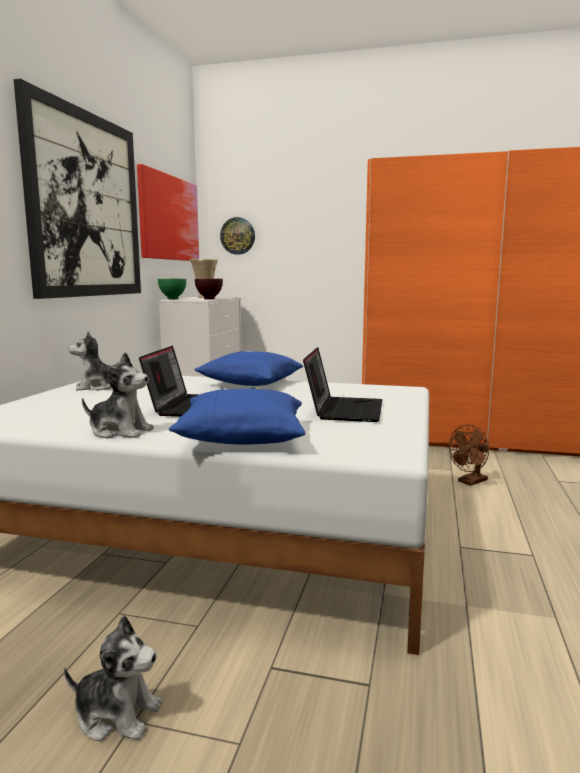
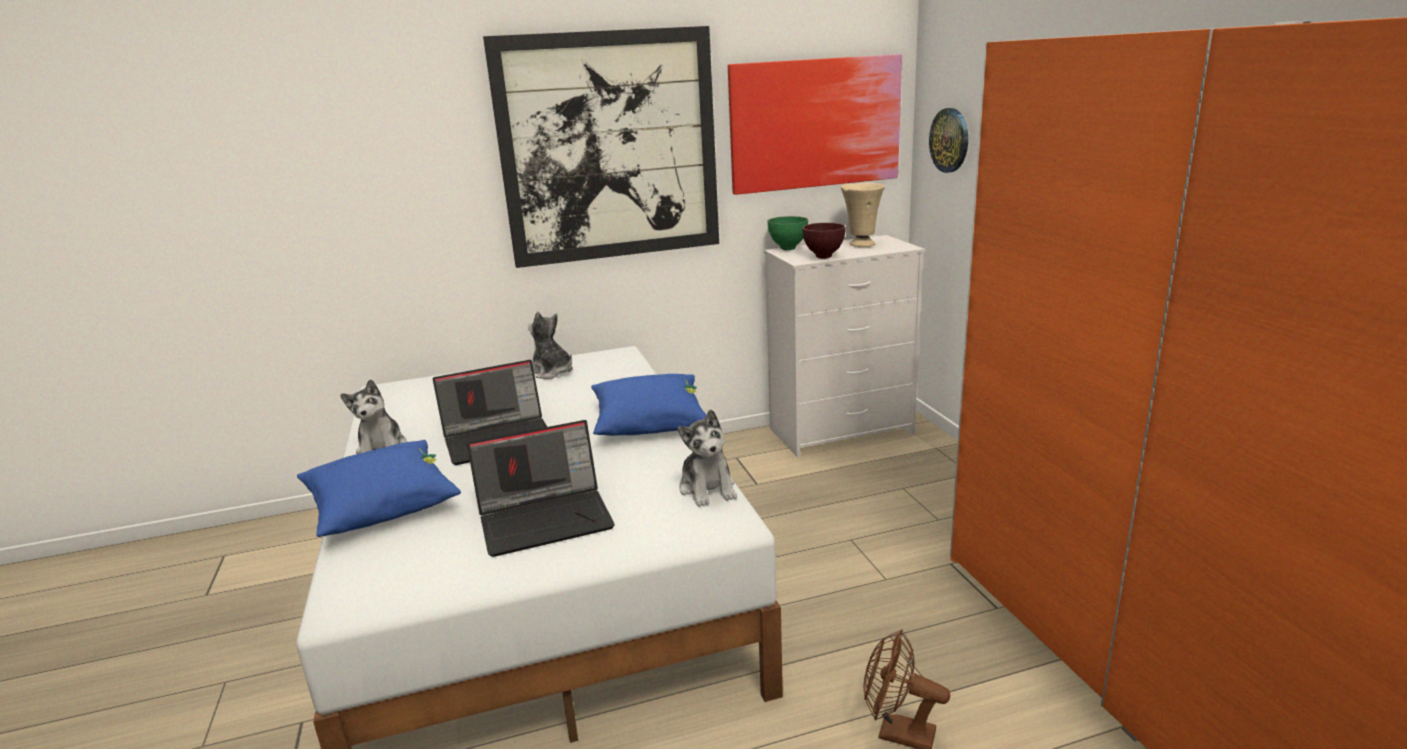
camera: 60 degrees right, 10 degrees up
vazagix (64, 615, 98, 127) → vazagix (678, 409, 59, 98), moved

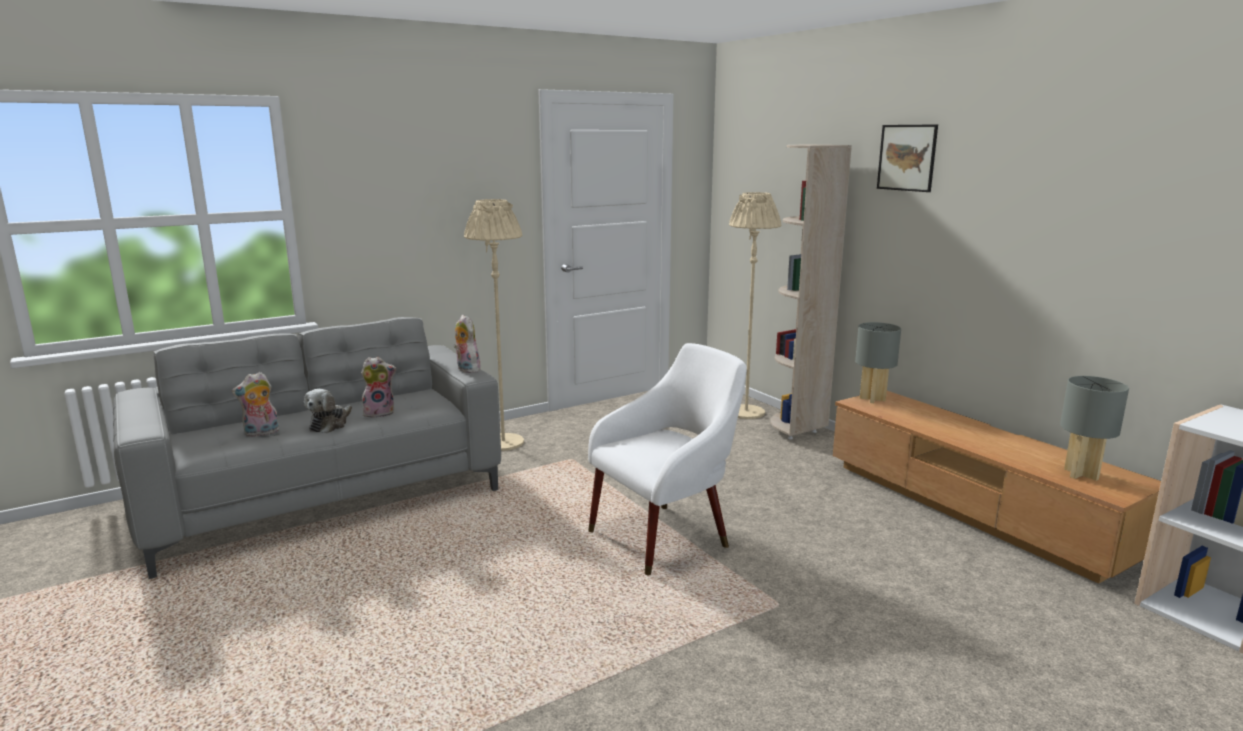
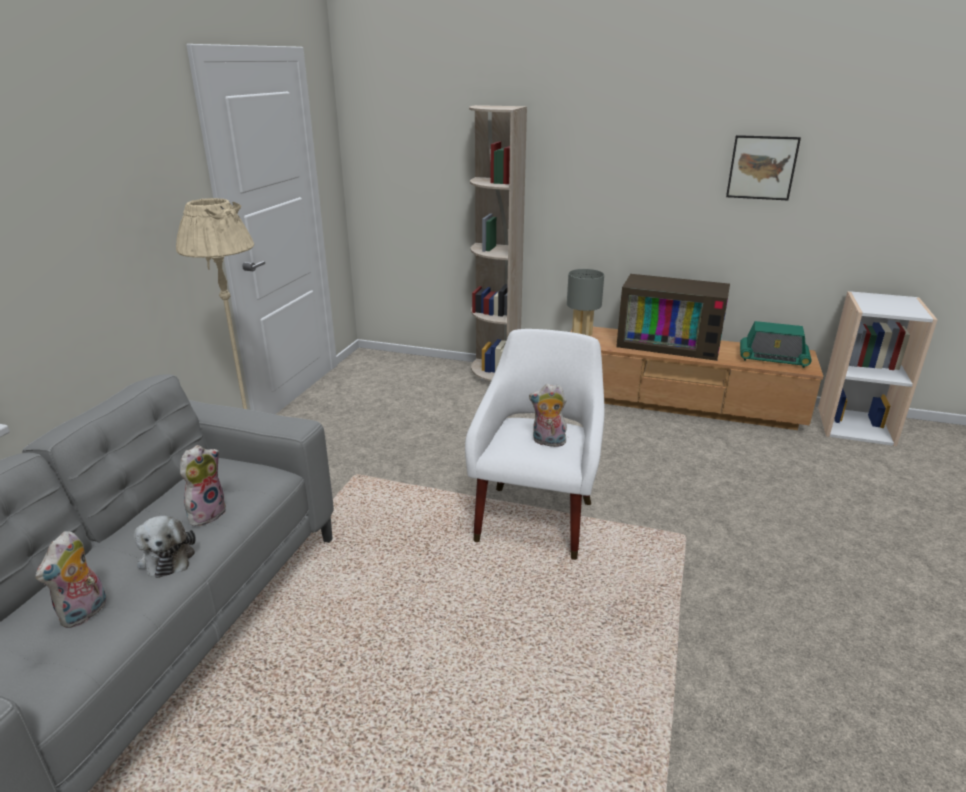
camera: 40 degrees left, 10 degrees up
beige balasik (729, 192, 52, 227) → -
- → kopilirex (616, 274, 114, 87)
vazagix (454, 315, 26, 58) → vazagix (529, 384, 38, 63), moved
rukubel (877, 124, 61, 68) → rukubel (726, 135, 75, 65), moved
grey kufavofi (1060, 376, 69, 105) → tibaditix (740, 321, 72, 47)

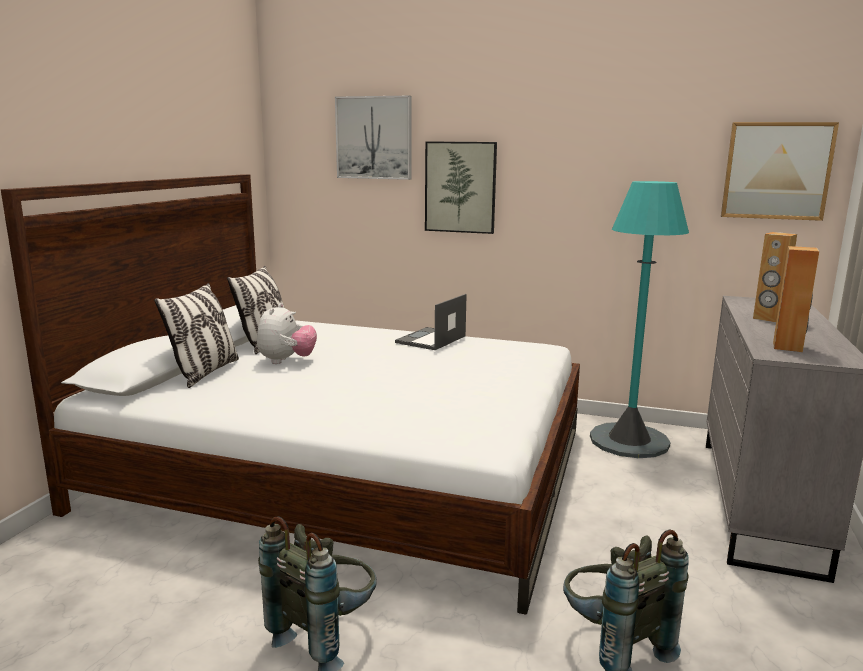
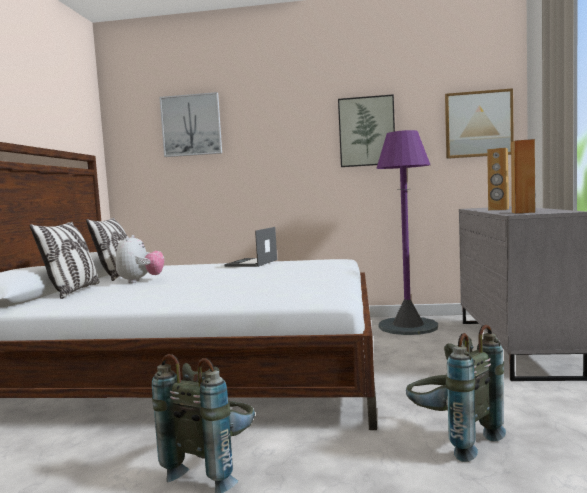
camera: 10 degrees left, 10 degrees down
rukubel (425, 141, 72, 93) → rukubel (338, 94, 57, 73), moved
turquoise balasik (590, 181, 99, 277) → purple balasik (376, 130, 62, 205)

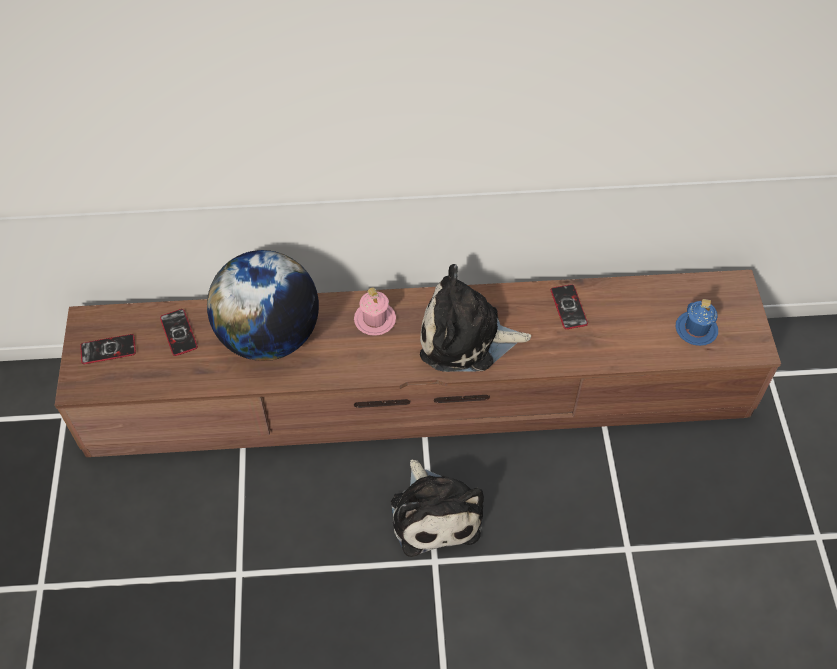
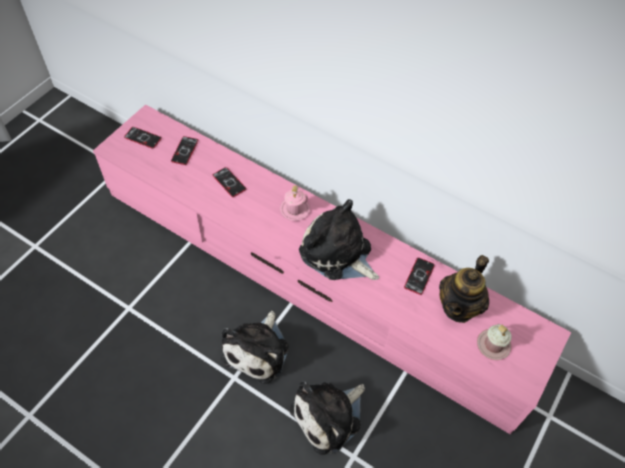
camera: 35 degrees right, 0 degrees up
- → vazagix (289, 381, 76, 74)
- → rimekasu (439, 255, 50, 68)
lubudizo (207, 250, 112, 111) → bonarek (213, 167, 33, 30)
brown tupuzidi (54, 270, 727, 187) → pink tupuzidi (93, 105, 478, 329)
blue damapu (676, 299, 42, 47) → pink damapu (477, 324, 35, 36)

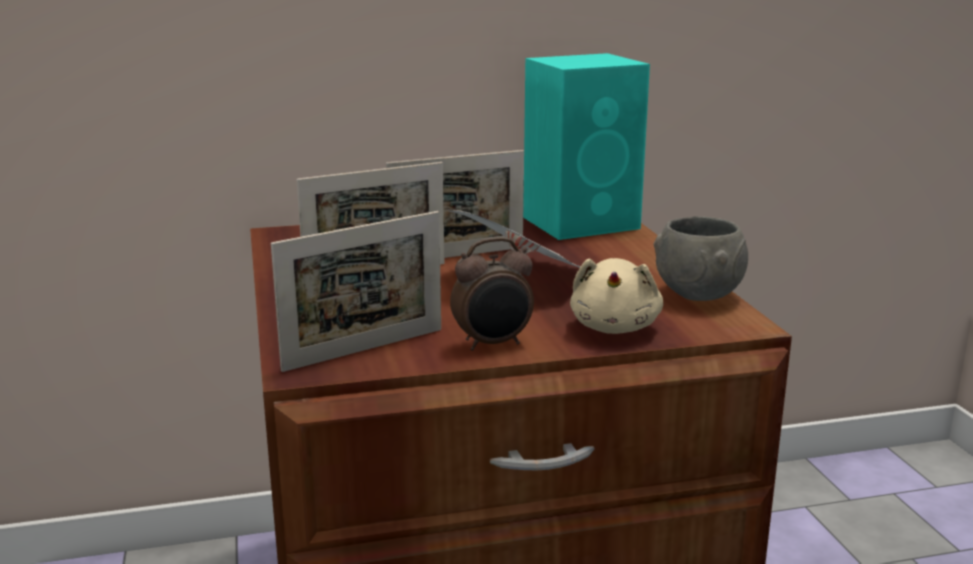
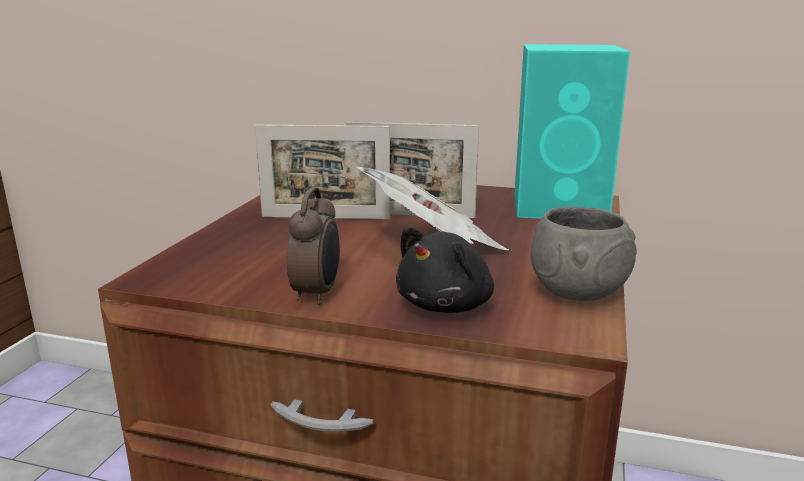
camera: 30 degrees right, 0 degrees up
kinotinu (271, 211, 170, 161) → -
beige vazagix (570, 258, 93, 76) → black vazagix (396, 227, 98, 86)
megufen (450, 237, 84, 114) → megufen (287, 188, 53, 117), 90 degrees counterclockwise

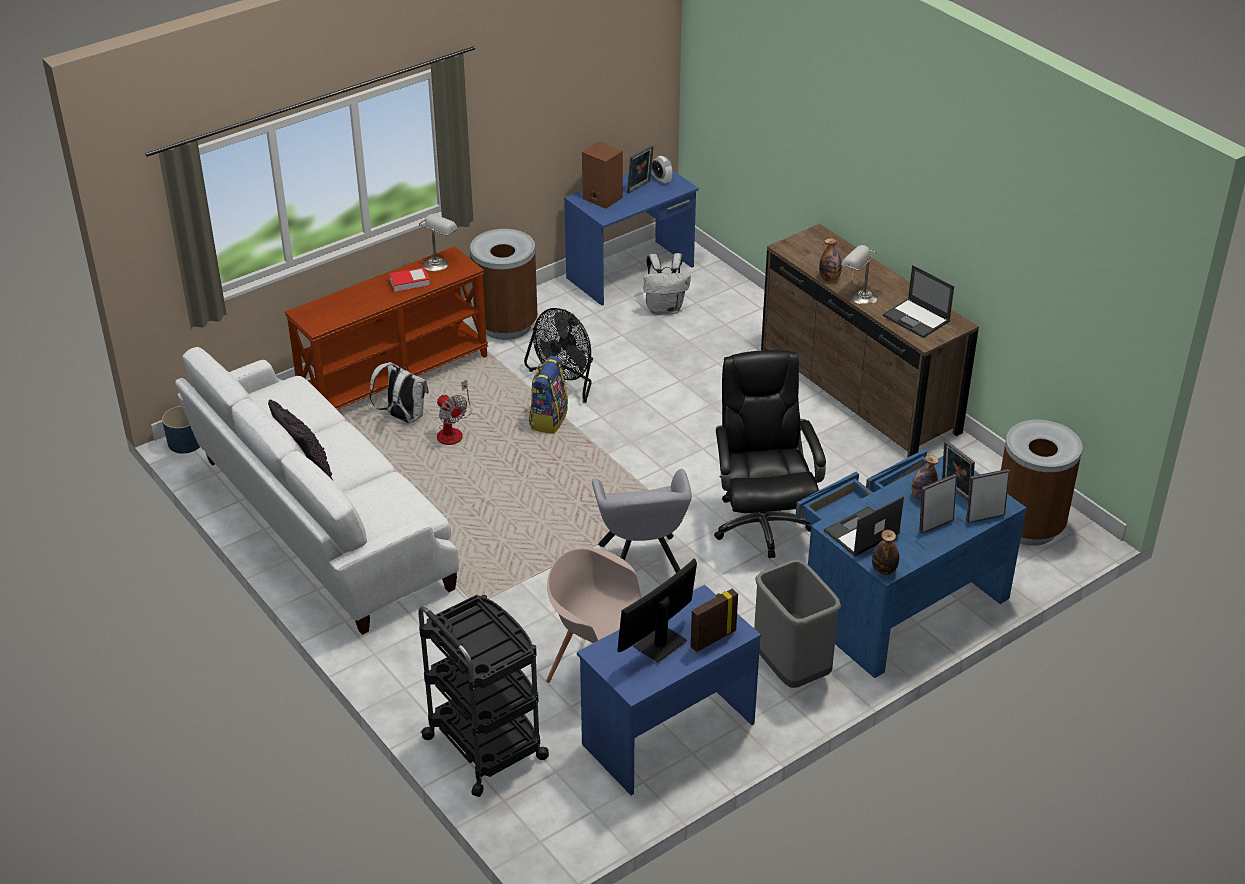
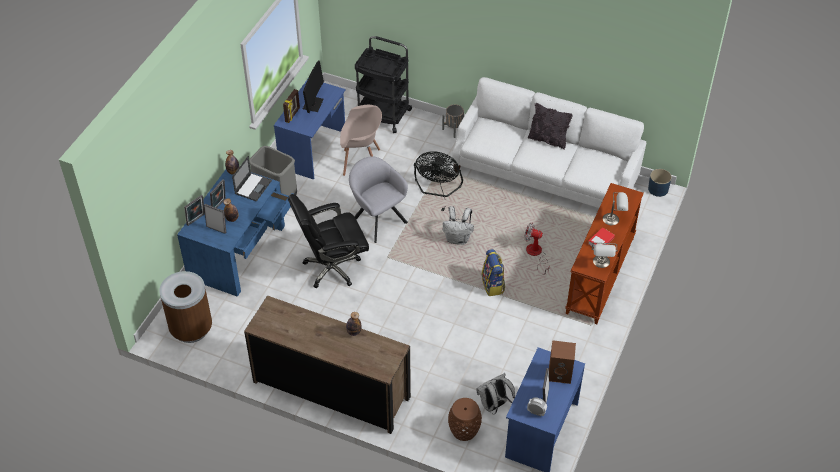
camera: 150 degrees right, 10 degrees up
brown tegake (470, 229, 68, 111) → -
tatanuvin (883, 265, 71, 73) → -
- → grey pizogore (442, 104, 22, 34)
- → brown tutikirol (448, 398, 34, 43)
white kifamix (369, 362, 60, 62) → white kifamix (443, 206, 31, 39), moved
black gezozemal (524, 308, 69, 95) → black gezozemal (414, 151, 49, 60), moved
white kufavofi (841, 245, 37, 60) → white kufavofi (603, 192, 25, 33), moved
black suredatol (714, 350, 112, 208) → black suredatol (288, 194, 81, 94), 105 degrees clockwise

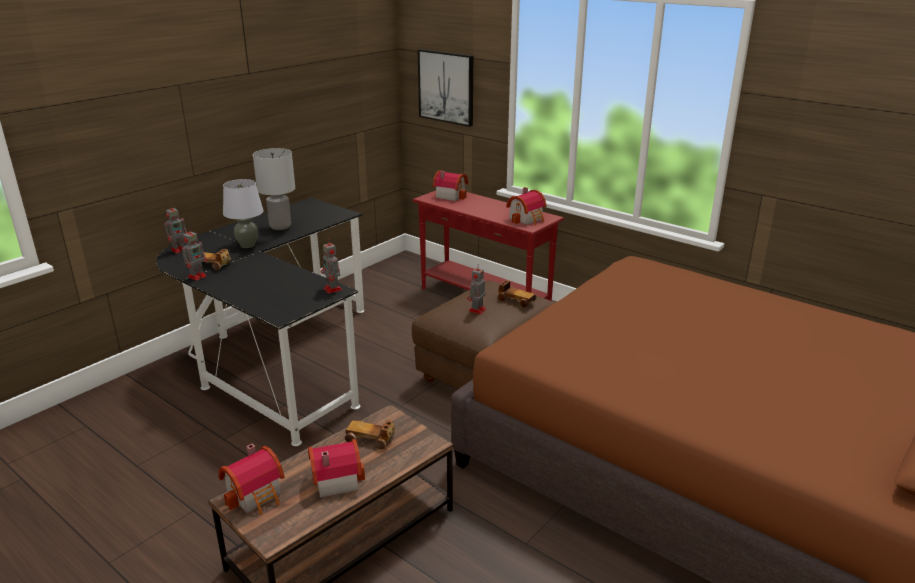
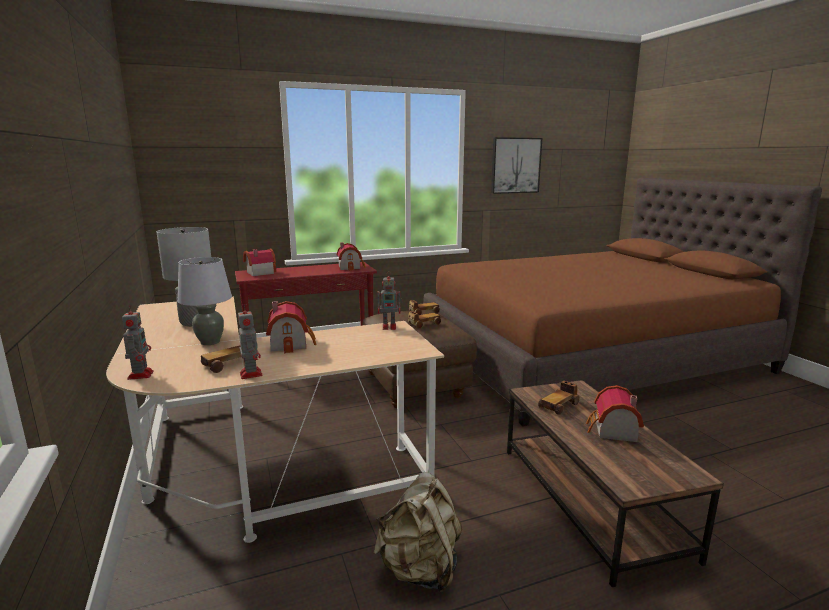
camera: 60 degrees left, 10 degrees down
- → beige kifamix (374, 472, 88, 121)
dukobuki (218, 444, 67, 71) → dukobuki (266, 301, 51, 52), moved
rukubel (418, 49, 55, 78) → rukubel (491, 137, 51, 57), moved
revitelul (467, 265, 19, 50) → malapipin (408, 311, 33, 17)
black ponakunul (156, 198, 208, 248) → beige ponakunul (106, 297, 338, 246)

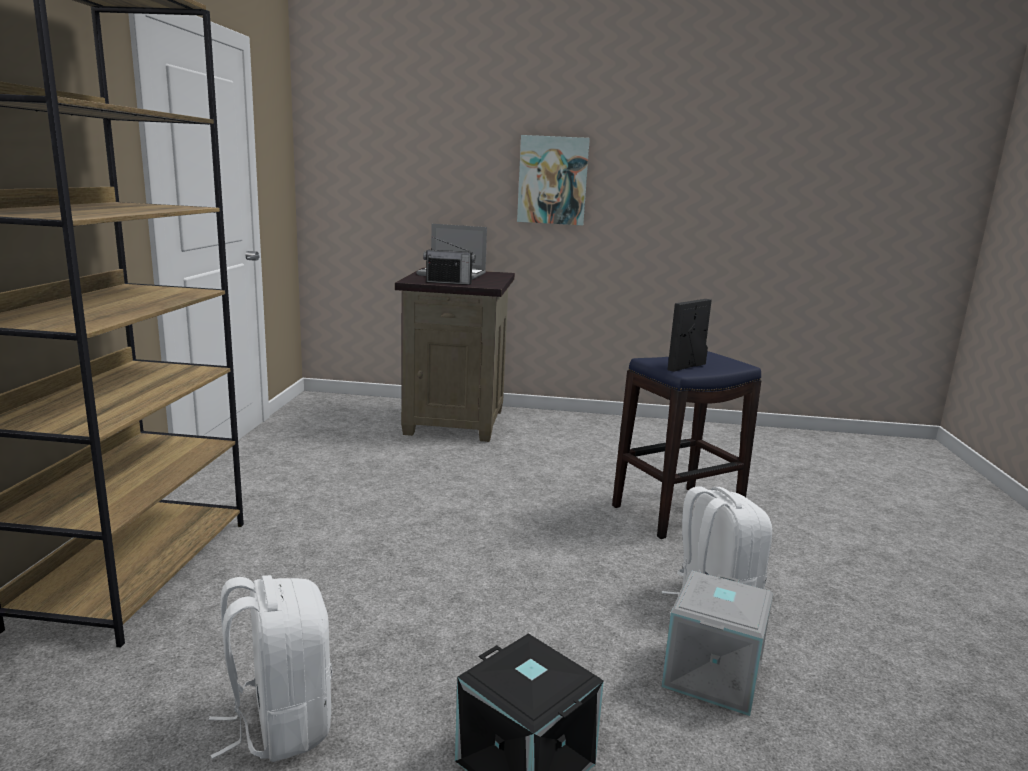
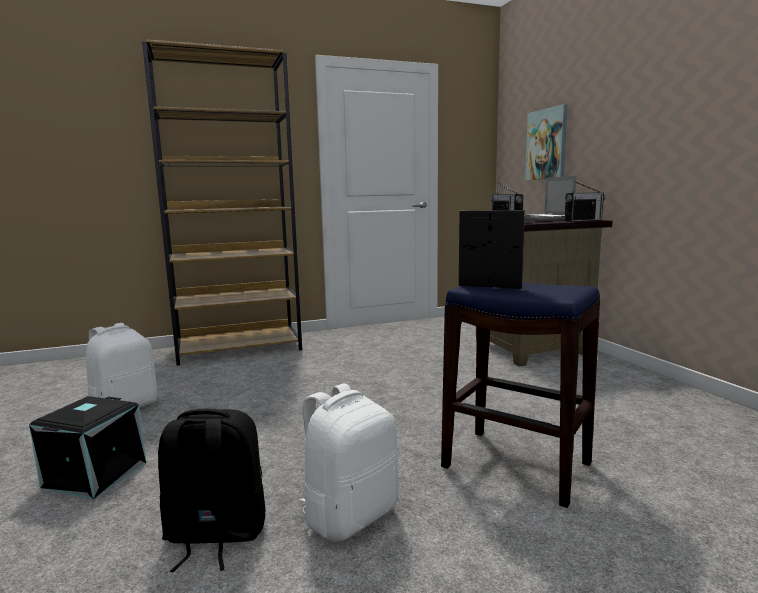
camera: 65 degrees right, 5 degrees down
- → tibaditix (564, 181, 41, 41)
rukubel (517, 135, 73, 90) → rukubel (525, 104, 43, 76), moved
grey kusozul (661, 571, 112, 145) → black kifamix (158, 409, 107, 163)

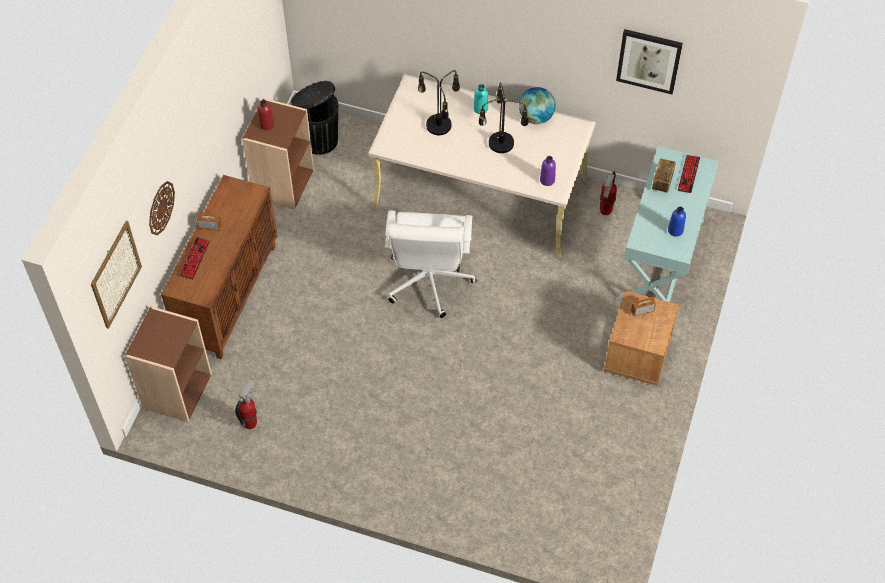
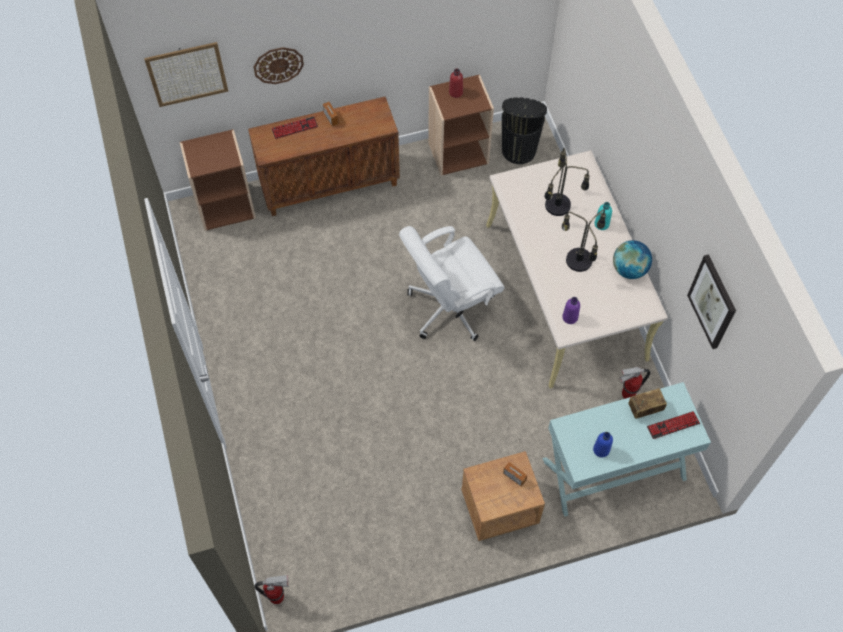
camera: 55 degrees right, 5 degrees up
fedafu (235, 378, 22, 51) → fedafu (254, 575, 35, 29), moved

